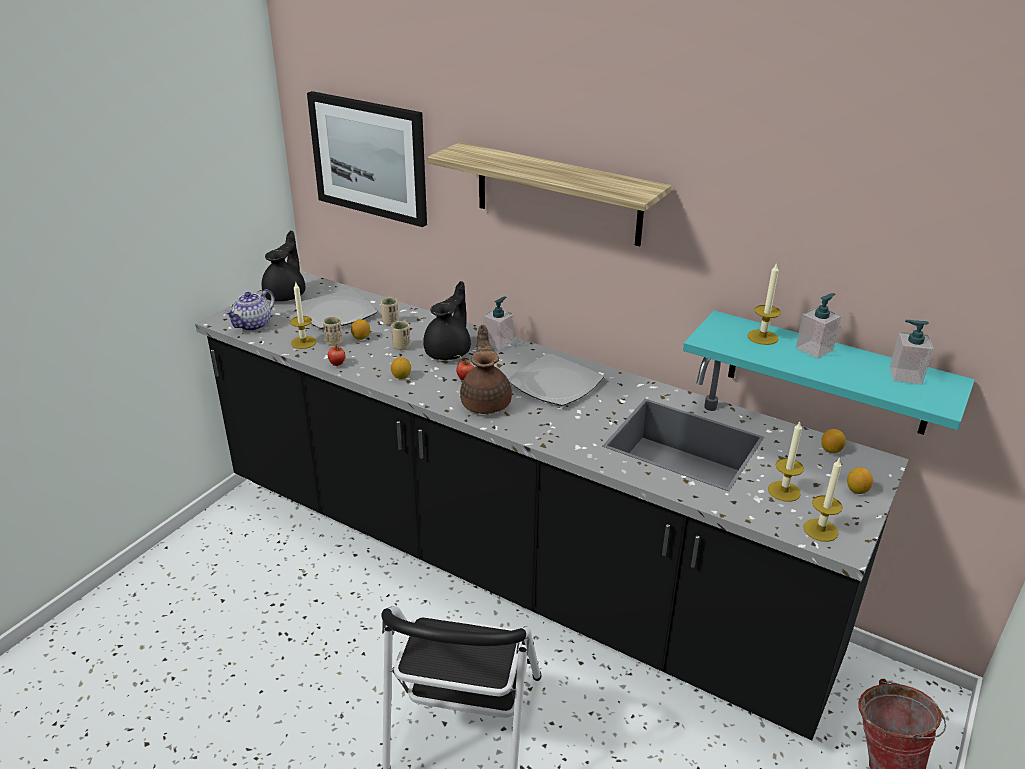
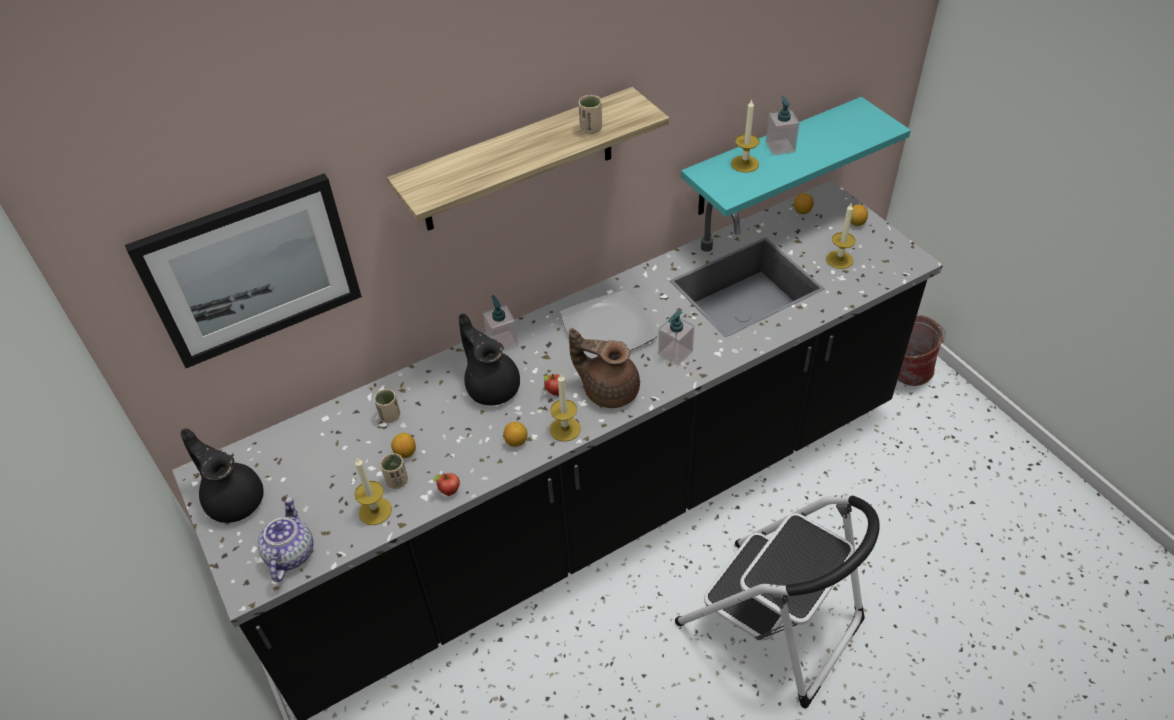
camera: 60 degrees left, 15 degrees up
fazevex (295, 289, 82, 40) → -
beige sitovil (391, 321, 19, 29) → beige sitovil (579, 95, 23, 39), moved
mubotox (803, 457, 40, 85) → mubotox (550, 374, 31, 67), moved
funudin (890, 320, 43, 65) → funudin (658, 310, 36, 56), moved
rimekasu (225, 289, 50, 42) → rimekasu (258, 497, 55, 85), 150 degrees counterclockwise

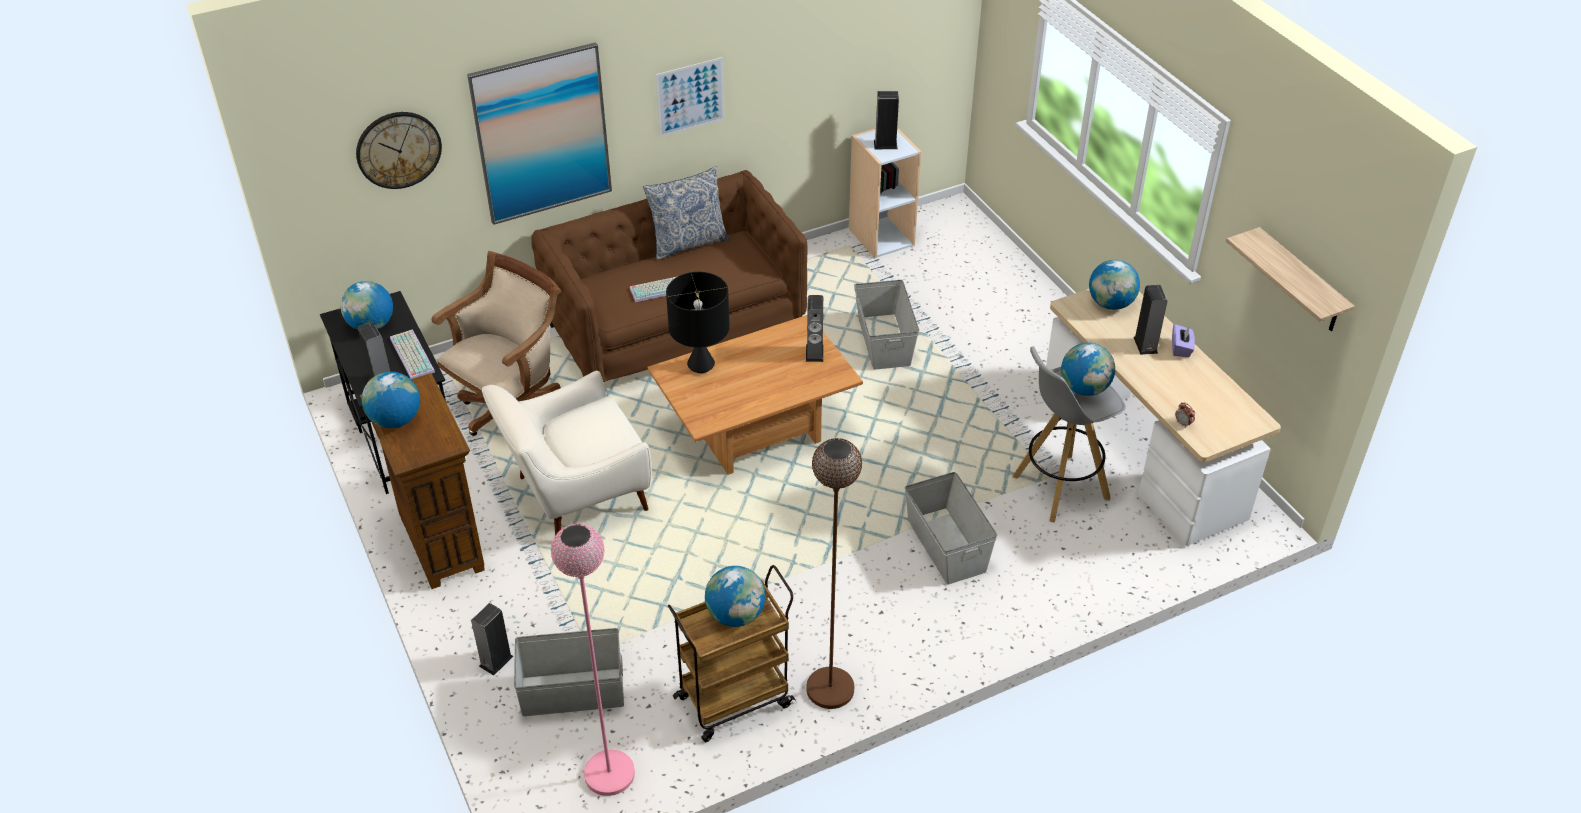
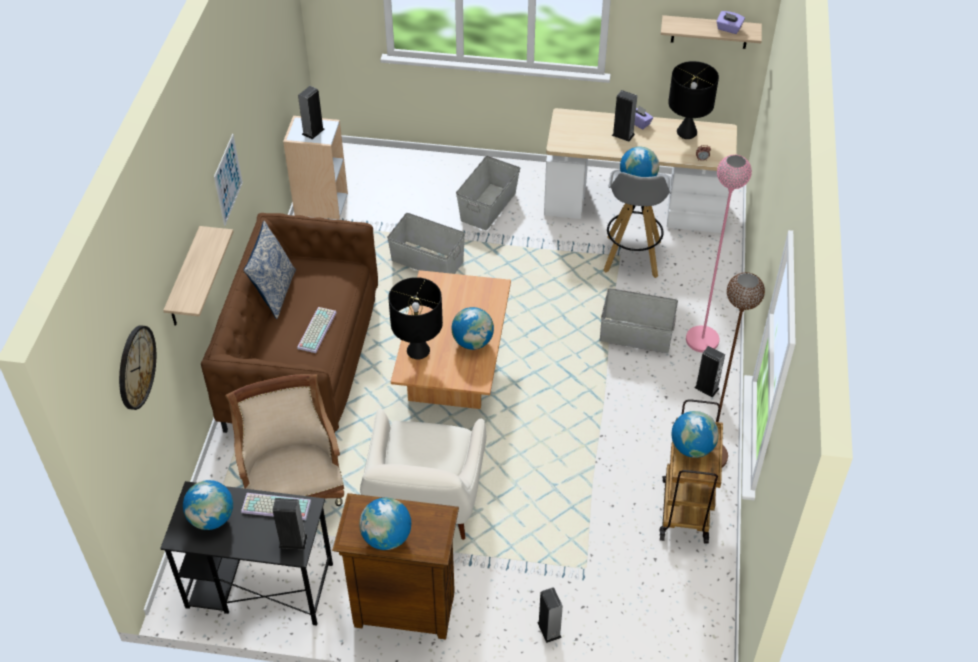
camera: 55 degrees left, 5 degrees up
- → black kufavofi (668, 61, 51, 78)
- → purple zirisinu (716, 11, 29, 23)
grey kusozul (514, 628, 110, 88) → grey kusozul (456, 156, 64, 74), moved
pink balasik (551, 524, 84, 272) → pink balasik (686, 154, 66, 199), moved
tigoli (806, 295, 18, 67) → tigoli (694, 346, 31, 52), moved
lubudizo (1089, 260, 51, 50) → lubudizo (451, 307, 43, 43), moved
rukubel (467, 42, 145, 183) → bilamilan (163, 226, 71, 100)

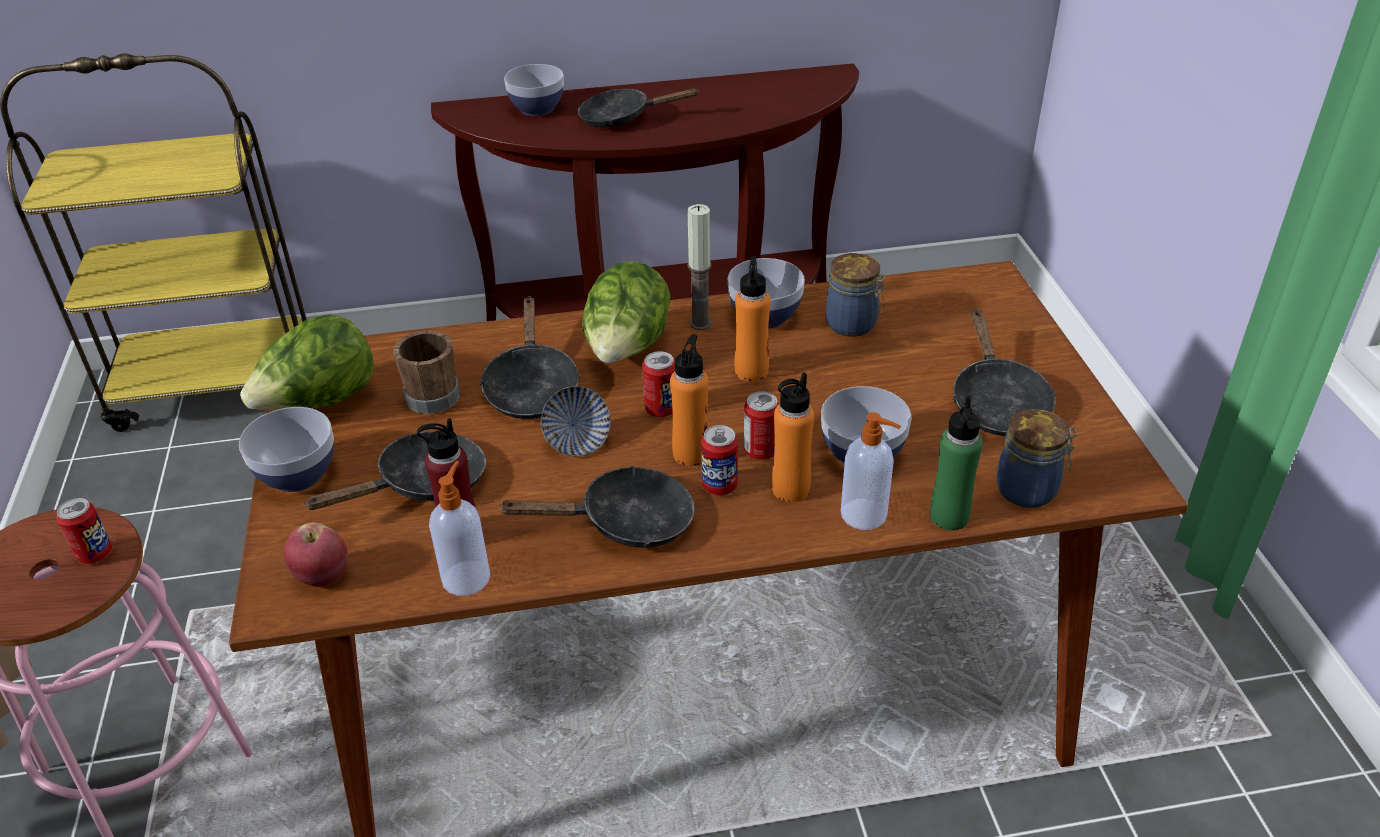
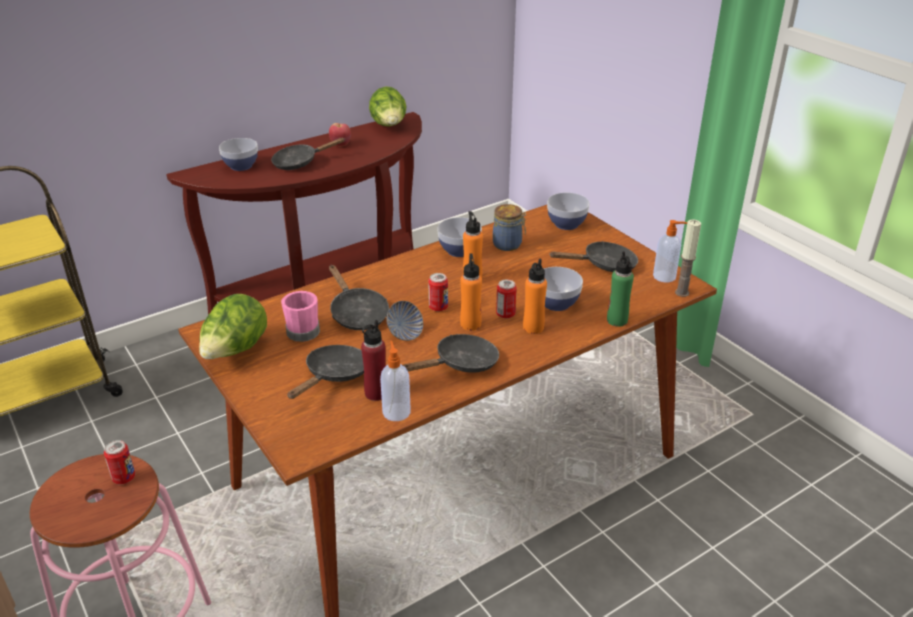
camera: 25 degrees left, 5 degrees down
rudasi (701, 425, 37, 70) → -
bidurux (996, 409, 81, 99) → -
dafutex (239, 407, 95, 85) → dafutex (547, 193, 43, 37), moved
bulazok (284, 523, 64, 64) → bulazok (329, 123, 22, 23), moved
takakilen (582, 261, 89, 102) → takakilen (369, 87, 38, 40), moved
mubotox (687, 204, 25, 126) → mubotox (675, 219, 26, 78), moved
funudin (841, 412, 60, 118) → funudin (653, 220, 34, 63), moved
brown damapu (393, 330, 67, 84) → pink damapu (281, 291, 39, 51)
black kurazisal (952, 309, 104, 127) → black kurazisal (550, 241, 88, 31), 75 degrees counterclockwise

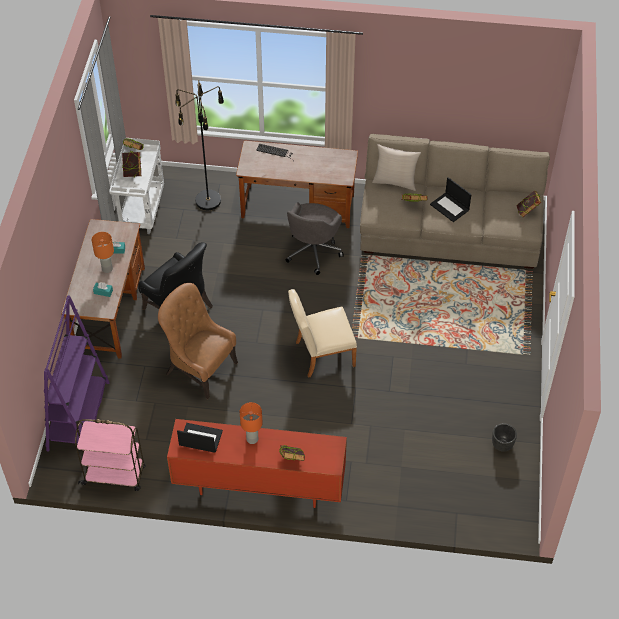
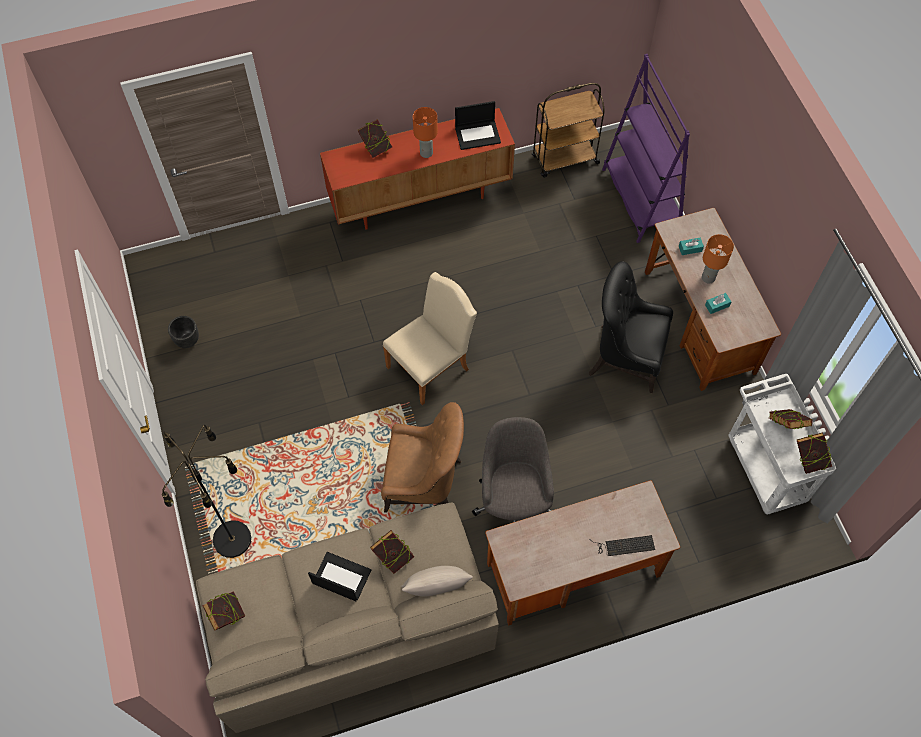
camera: 155 degrees right, 10 degrees up
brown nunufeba (158, 283, 80, 116) → brown nunufeba (381, 402, 83, 111), moved
balasik (175, 80, 49, 131) → balasik (162, 424, 89, 134), moved
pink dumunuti (75, 419, 71, 72) → brown dumunuti (532, 83, 72, 95)

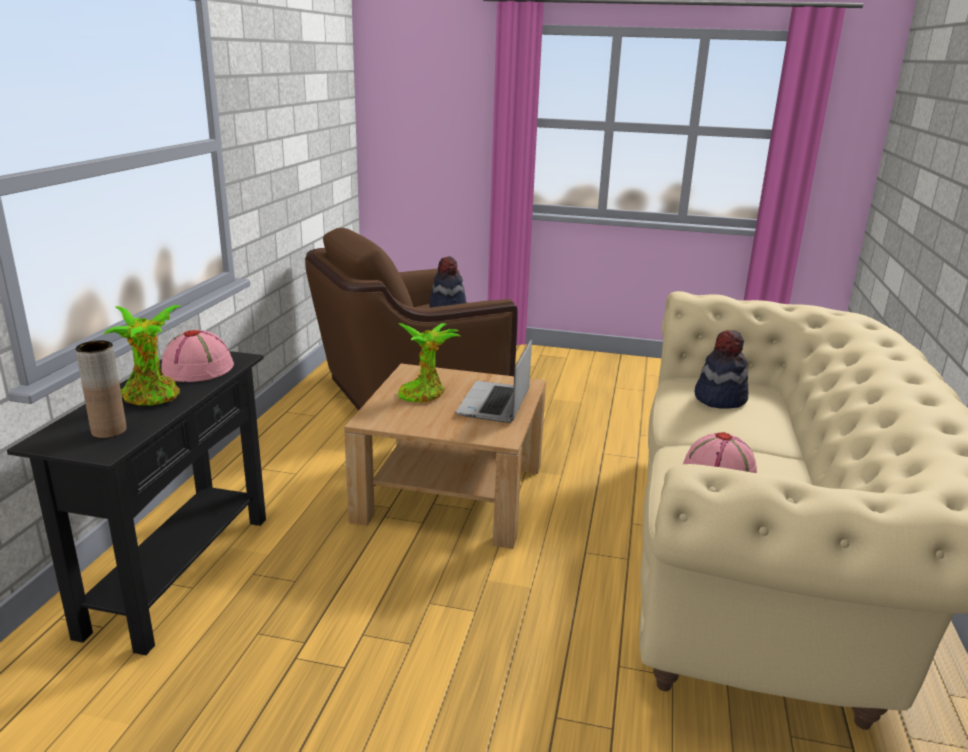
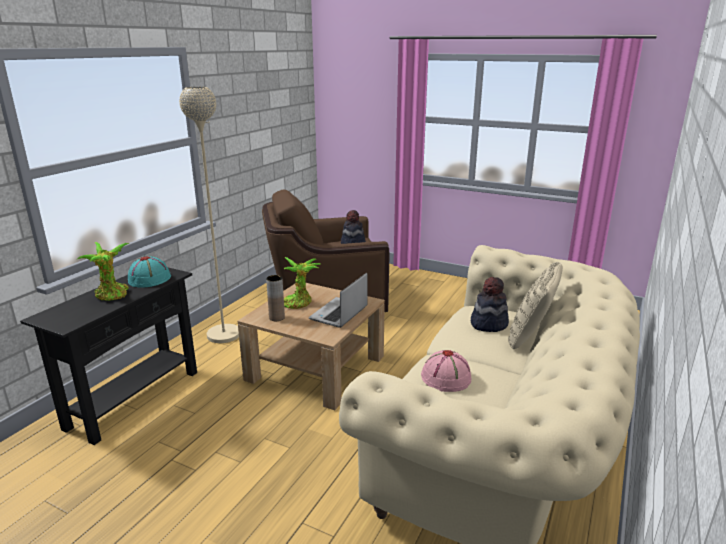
camera: 15 degrees right, 0 degrees up
- → beige balasik (179, 87, 60, 256)
- → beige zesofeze (508, 262, 55, 87)
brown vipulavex (75, 340, 52, 98) → brown vipulavex (266, 275, 19, 46), moved
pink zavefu (161, 330, 73, 52) → turquoise zavefu (128, 256, 43, 32)

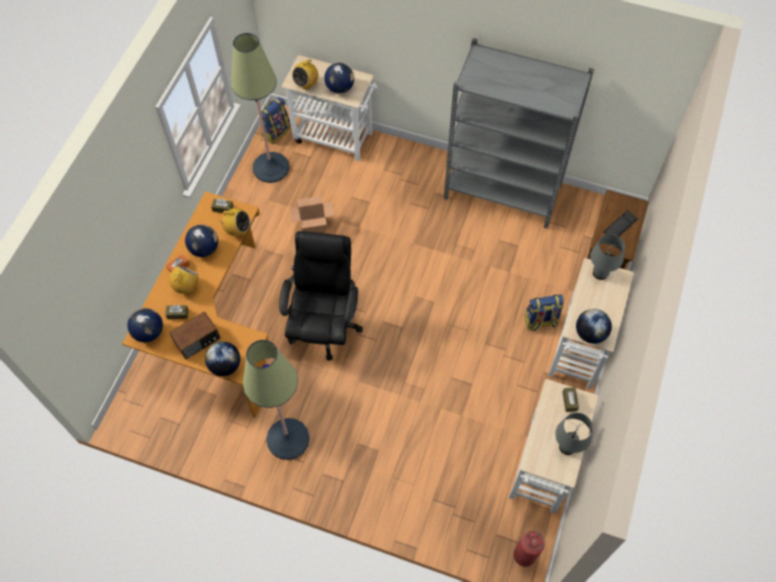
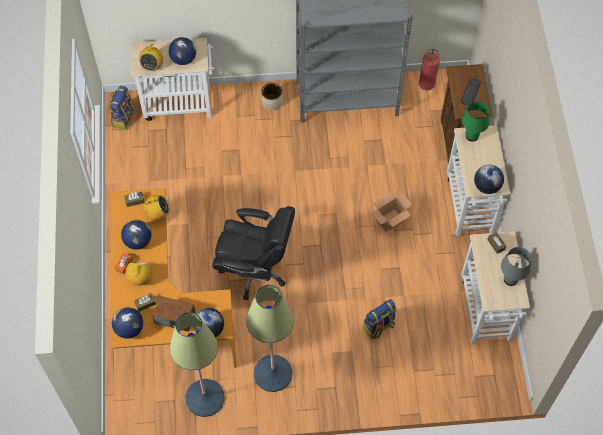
camera: 25 degrees left, 0 degrees up
- → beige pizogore (261, 83, 22, 27)
balasik (231, 33, 58, 150) → balasik (170, 312, 55, 105), moved
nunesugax (290, 196, 44, 37) → nunesugax (372, 192, 41, 40), moved
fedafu (514, 531, 31, 36) → fedafu (419, 49, 21, 41), moved
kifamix (524, 295, 39, 36) → kifamix (363, 299, 34, 40), moved
grey kufavofi (590, 234, 35, 46) → green kufavofi (462, 101, 28, 41)
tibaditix (170, 312, 50, 47) → tibaditix (152, 296, 43, 36), 75 degrees clockwise
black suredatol (279, 231, 84, 130) → black suredatol (212, 206, 83, 94), 120 degrees clockwise

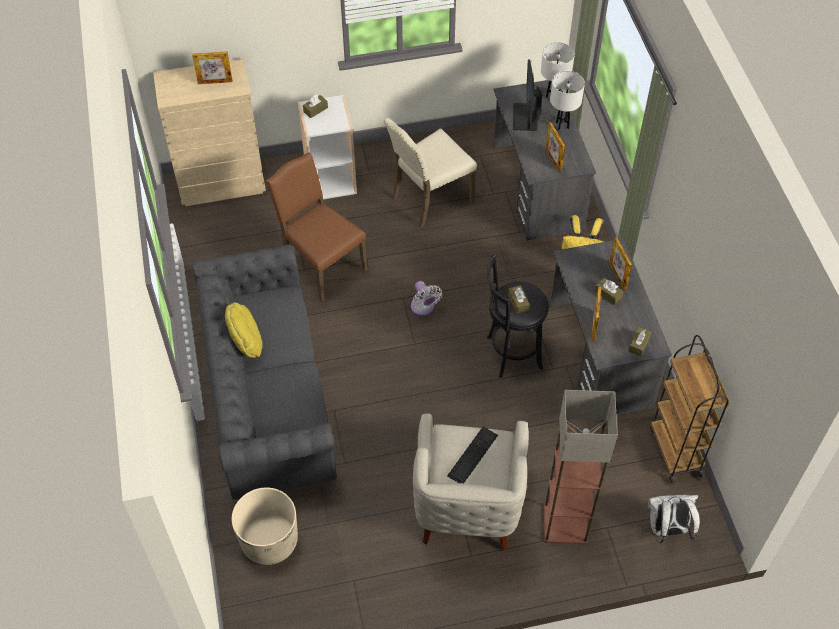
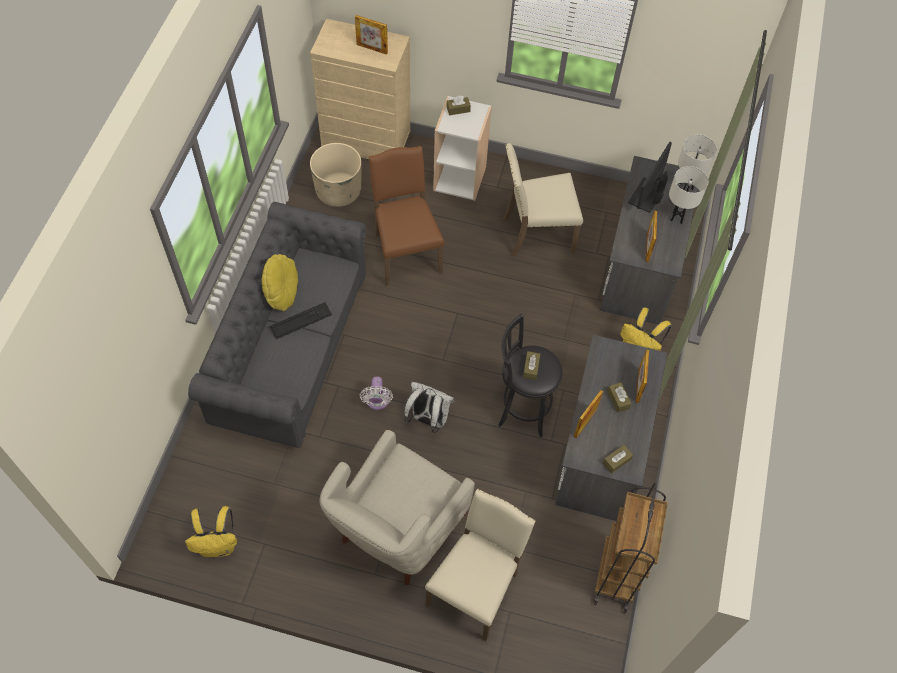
camera: 25 degrees right, 5 degrees up
- → yellow kifamix (185, 506, 52, 51)
beige pizogore (232, 487, 66, 78) → beige pizogore (310, 143, 51, 64), moved
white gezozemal (411, 281, 31, 35) → white gezozemal (360, 377, 33, 33), moved
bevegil (447, 426, 51, 57) → bevegil (269, 302, 63, 37), moved
white kifamix (647, 495, 53, 48) → white kifamix (404, 382, 50, 51), moved
balasik (544, 390, 74, 154) → beige nunufeba (425, 489, 110, 152)

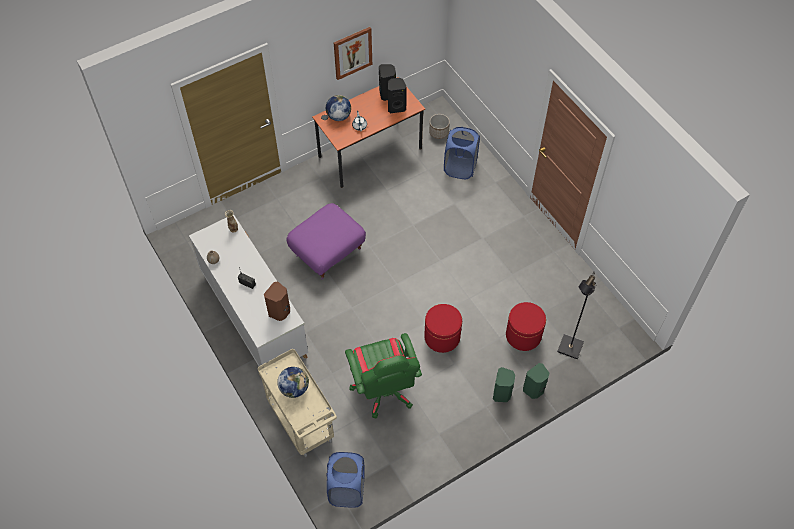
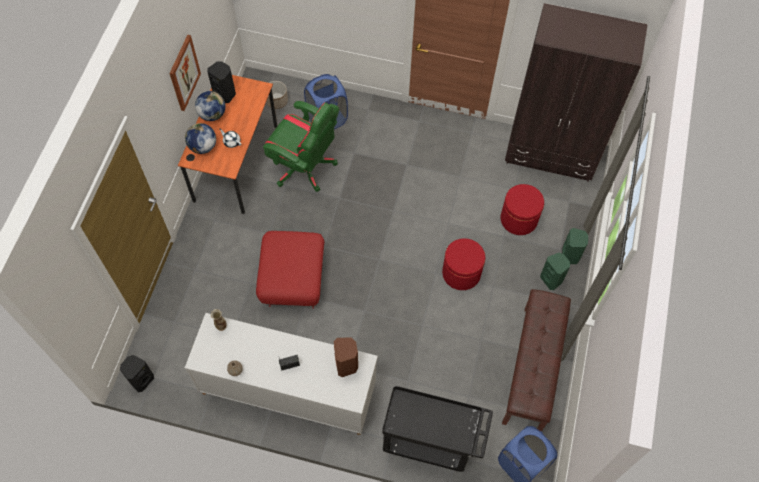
camera: 45 degrees left, 5 degrees up
black balasik (557, 272, 39, 87) → -
- → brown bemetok (502, 289, 69, 143)
- → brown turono (505, 3, 143, 179)
lubudizo (277, 367, 32, 31) → lubudizo (195, 91, 31, 30), moved
green suredatol (345, 333, 77, 85) → green suredatol (263, 101, 76, 91), moved
black tigoli (388, 78, 19, 35) → black tigoli (120, 355, 34, 37), moved
beige dumunuti (258, 349, 79, 108) → black dumunuti (382, 386, 111, 86)
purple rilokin (286, 203, 80, 77) → red rilokin (256, 231, 69, 77)

